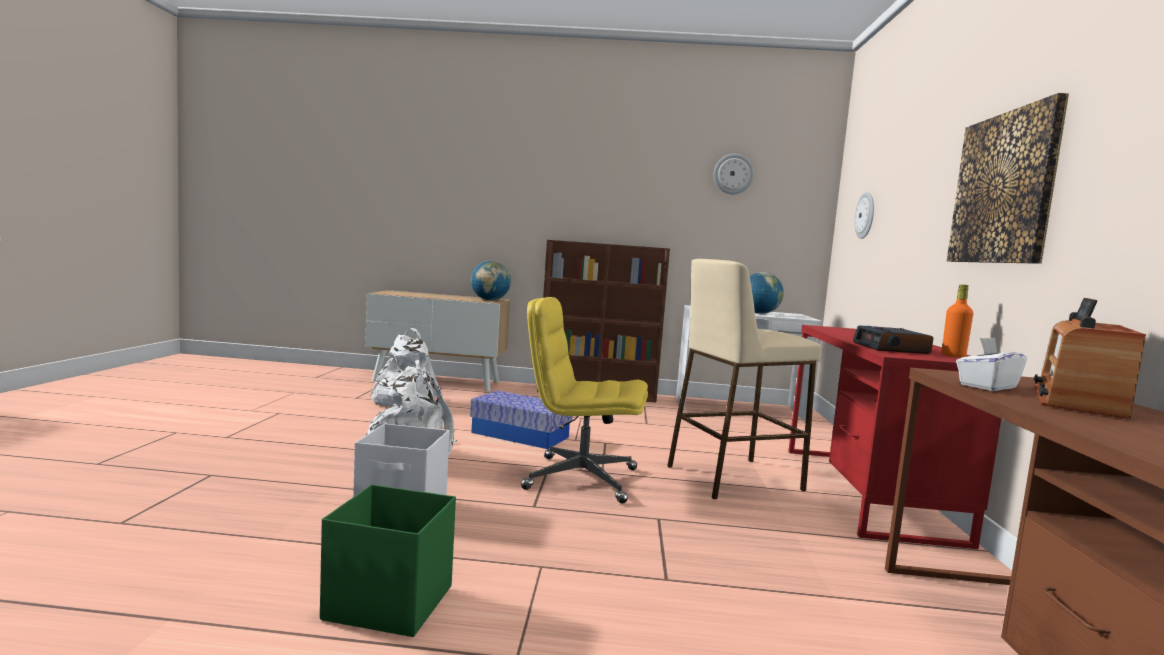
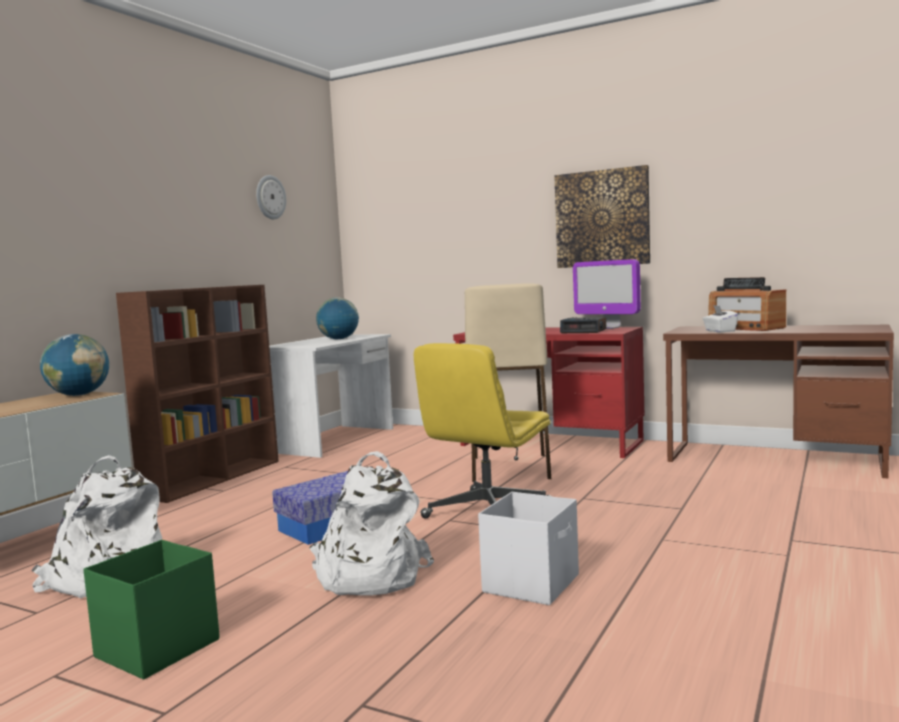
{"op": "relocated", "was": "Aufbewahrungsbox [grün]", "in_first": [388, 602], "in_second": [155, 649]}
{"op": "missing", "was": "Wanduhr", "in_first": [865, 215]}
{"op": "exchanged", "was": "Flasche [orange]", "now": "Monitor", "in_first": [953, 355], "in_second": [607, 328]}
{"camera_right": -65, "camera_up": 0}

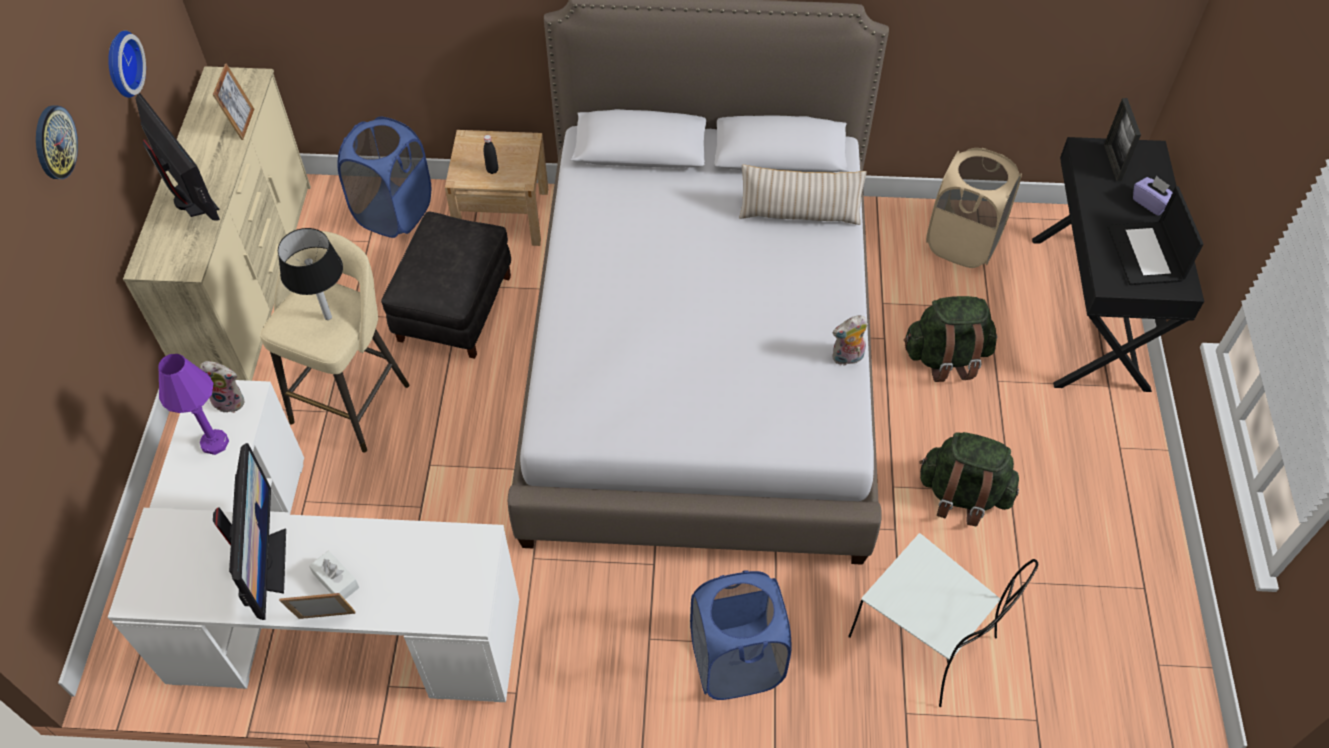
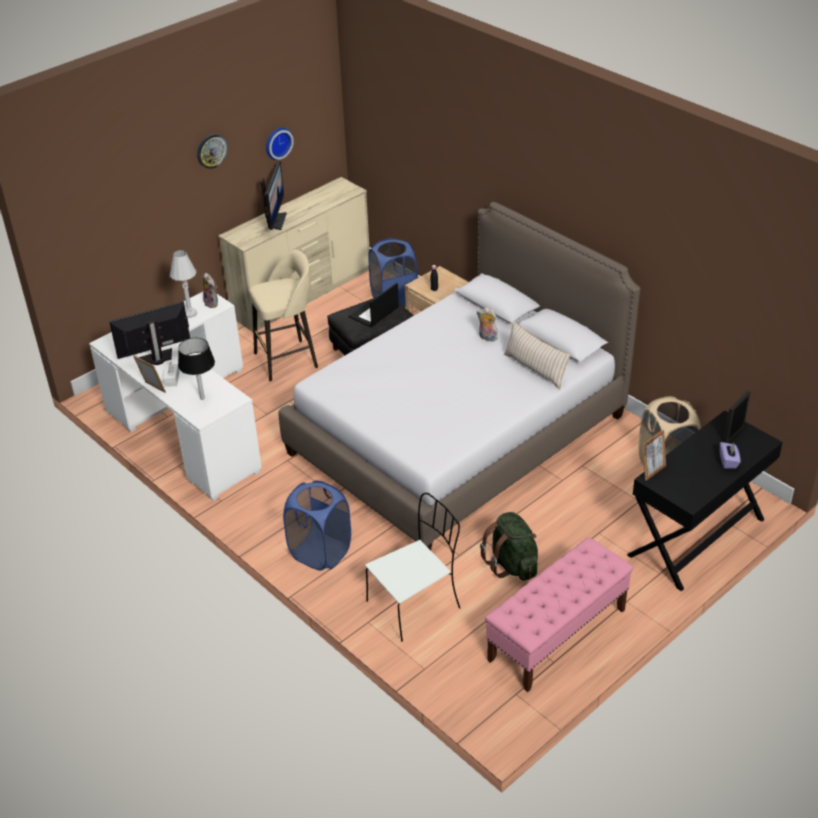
{"op": "colour", "was": "Tischlampe [lila]", "now": "Tischlampe [weiß]", "in_first": [214, 443], "in_second": [190, 313]}
{"op": "relocated", "was": "Bilderrahmen", "in_first": [242, 124], "in_second": [652, 471]}
{"op": "spun", "was": "Monitor", "in_first": [266, 563], "in_second": [156, 359], "clockwise": -150}
{"op": "relocated", "was": "Tischlampe [schwarz]", "in_first": [328, 317], "in_second": [202, 398]}
{"op": "relocated", "was": "Plüschtier", "in_first": [847, 358], "in_second": [487, 338]}
{"op": "spun", "was": "Stuhl [weiß]", "in_first": [926, 639], "in_second": [415, 603], "clockwise": -120}
{"op": "missing", "was": "Rucksack [grün]", "in_first": [946, 357]}
{"op": "relocated", "was": "Laptop", "in_first": [1146, 254], "in_second": [374, 313]}
{"op": "appeared", "now": "Bank [rosa]", "in_second": [557, 635]}
{"camera_right": 45, "camera_up": -15}

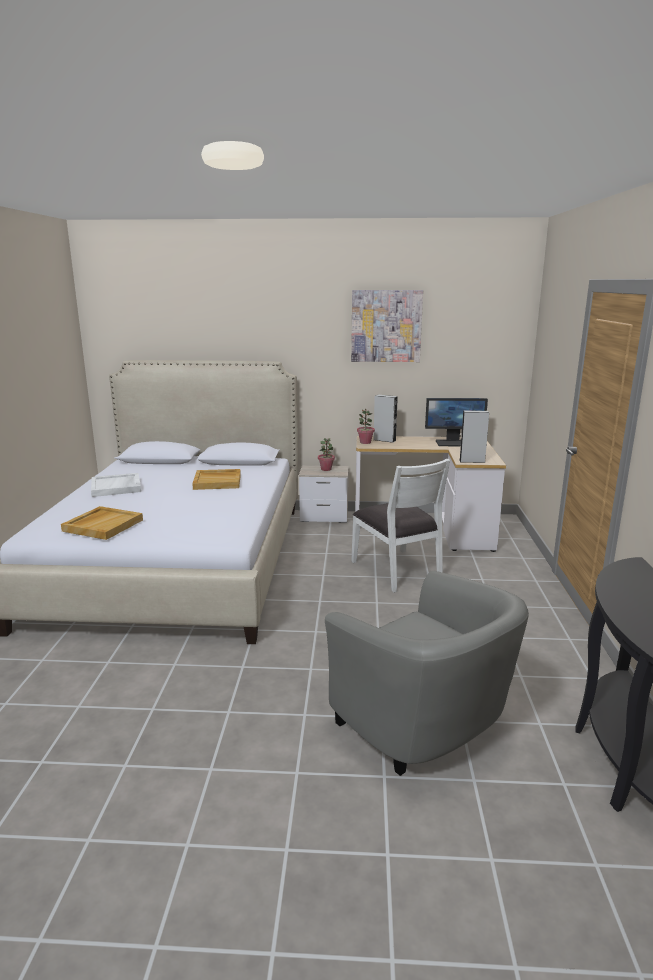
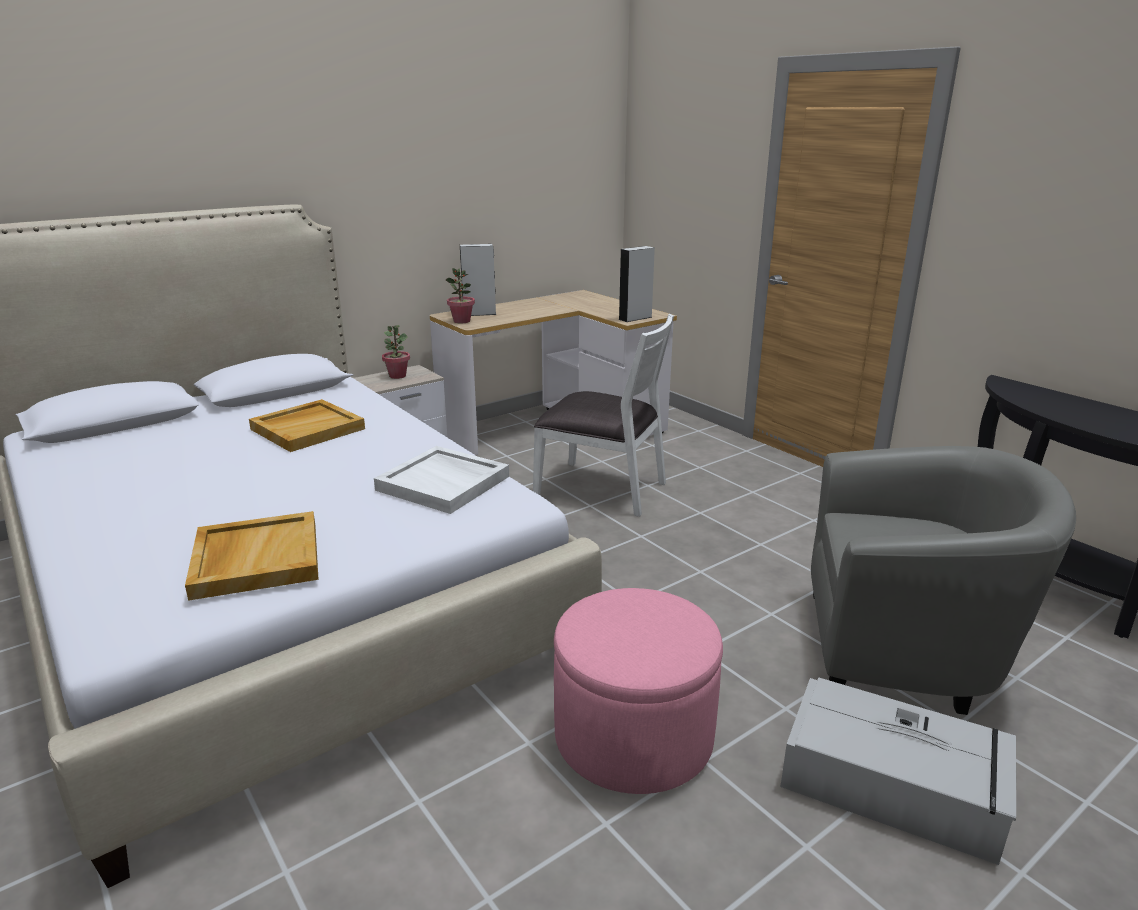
{"op": "relocated", "was": "Tablett [weiß]", "in_first": [116, 487], "in_second": [444, 483]}
{"op": "missing", "was": "Bild", "in_first": [386, 326]}
{"op": "missing", "was": "Monitor", "in_first": [454, 443]}
{"op": "appeared", "now": "Polsterhocker [rosa]", "in_second": [633, 736]}
{"op": "appeared", "now": "Aufbewahrungsbox [grau]", "in_second": [895, 785]}
{"camera_right": -40, "camera_up": 5}

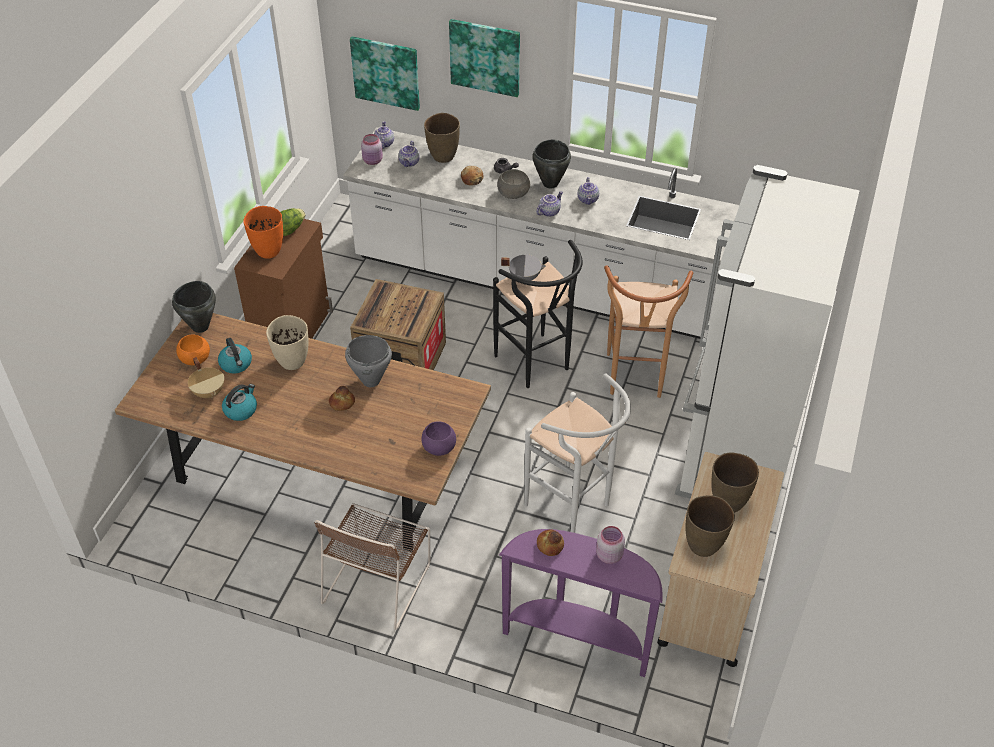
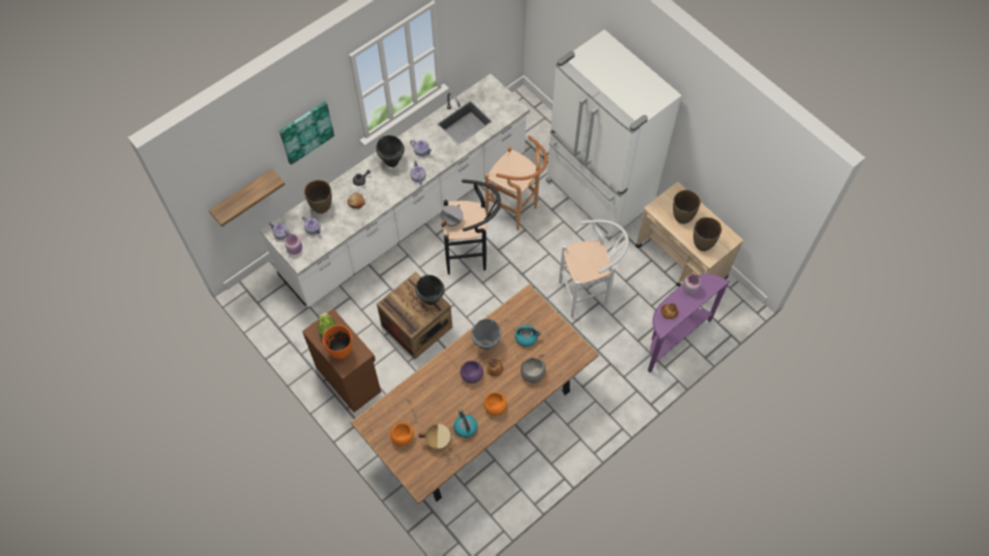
{"op": "relocated", "was": "Kochtopf [schwarz]", "in_first": [200, 327], "in_second": [431, 300]}
{"op": "relocated", "was": "Wasserkessel", "in_first": [236, 364], "in_second": [526, 337]}
{"op": "missing", "was": "Vase [beige]", "in_first": [292, 362]}
{"op": "missing", "was": "Stuhl [braun]", "in_first": [378, 580]}
{"op": "exchanged", "was": "Bild", "now": "Wandregal", "in_first": [386, 72], "in_second": [243, 195]}
{"op": "relocated", "was": "Schüssel [lila]", "in_first": [439, 447], "in_second": [471, 375]}
{"op": "relocated", "was": "Schüssel [grau]", "in_first": [514, 193], "in_second": [532, 373]}
{"op": "appeared", "now": "Schüssel [orange]", "in_second": [494, 406]}
{"camera_right": -60, "camera_up": 15}

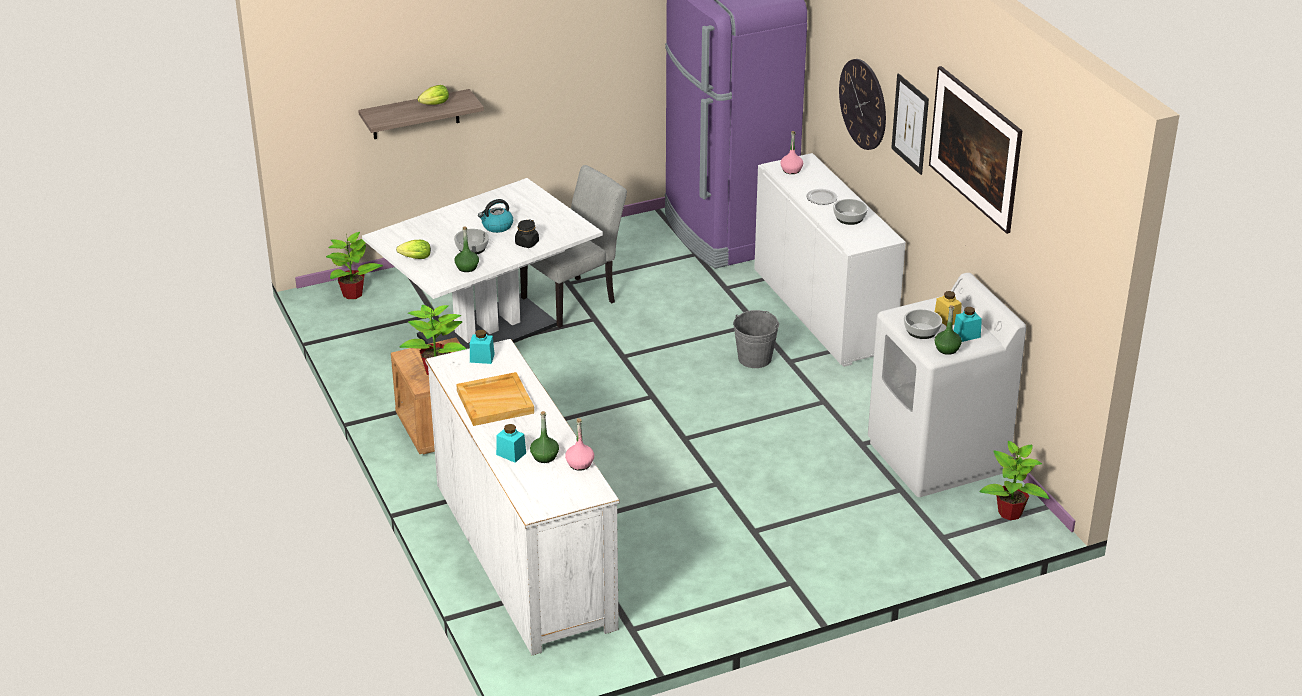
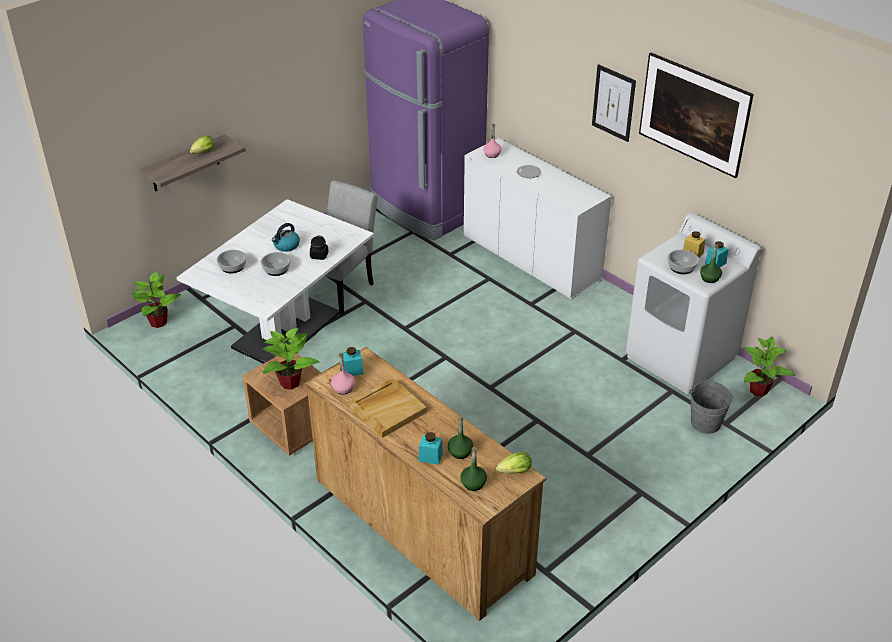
{"op": "relocated", "was": "Salatkopf", "in_first": [414, 258], "in_second": [513, 472]}
{"op": "colour", "was": "Kommode [weiß]", "now": "Kommode [braun]", "in_first": [523, 554], "in_second": [421, 525]}
{"op": "relocated", "was": "Flasche [grün]", "in_first": [467, 267], "in_second": [473, 483]}
{"op": "relocated", "was": "Flasche [rosa]", "in_first": [580, 464], "in_second": [343, 388]}
{"op": "relocated", "was": "Eimer [grau]", "in_first": [755, 358], "in_second": [705, 423]}
{"op": "relocated", "was": "Schüssel", "in_first": [850, 218], "in_second": [233, 266]}
{"op": "missing", "was": "Wanduhr", "in_first": [863, 104]}
{"camera_right": -20, "camera_up": 5}

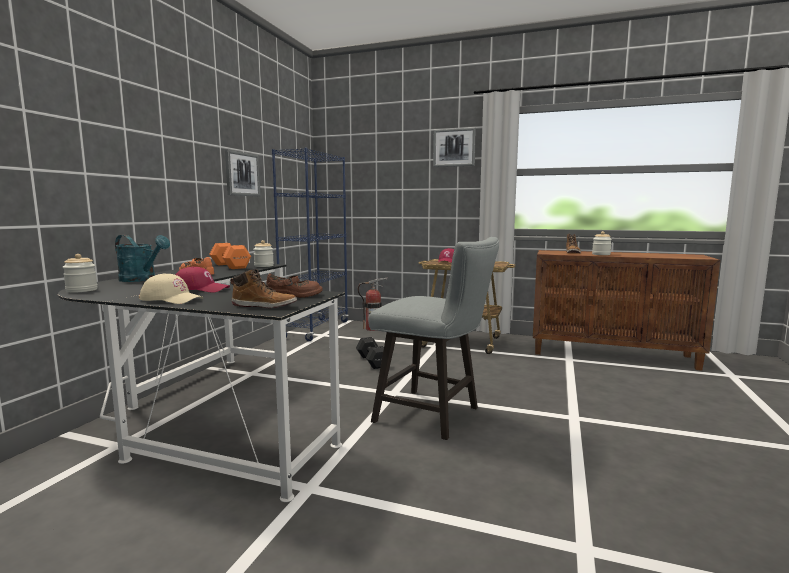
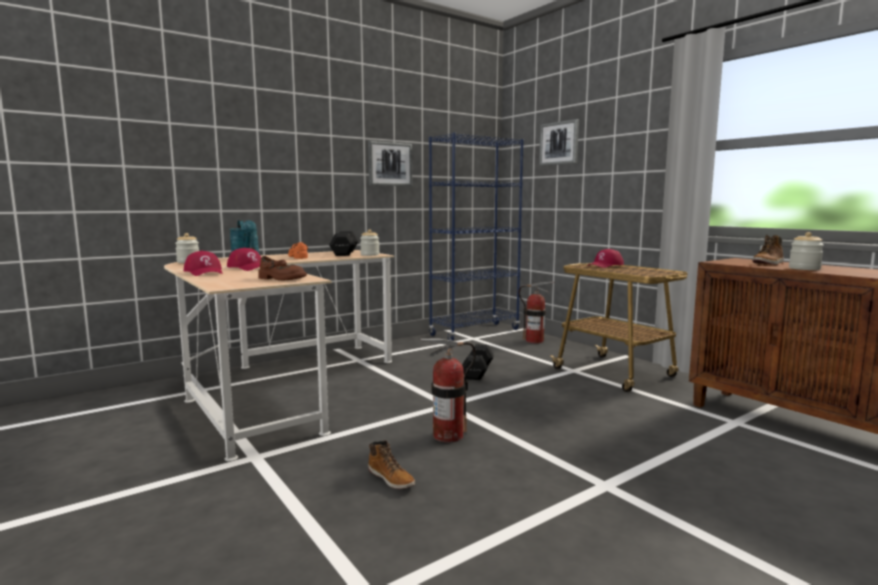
{"op": "colour", "was": "Schreibtisch [schwarz]", "now": "Schreibtisch [beige]", "in_first": [210, 416], "in_second": [279, 386]}
{"op": "colour", "was": "Kappe [beige]", "now": "Kappe [rot]", "in_first": [171, 299], "in_second": [205, 272]}
{"op": "colour", "was": "Hantel [orange]", "now": "Hantel [schwarz]", "in_first": [230, 266], "in_second": [345, 253]}
{"op": "relocated", "was": "Stiefel", "in_first": [264, 306], "in_second": [391, 478]}
{"op": "exchanged", "was": "Hocker [grau]", "now": "Feuerlöscher", "in_first": [434, 416], "in_second": [448, 435]}
{"op": "relocated", "was": "Bild", "in_first": [454, 148], "in_second": [559, 143]}
{"camera_right": 35, "camera_up": 0}

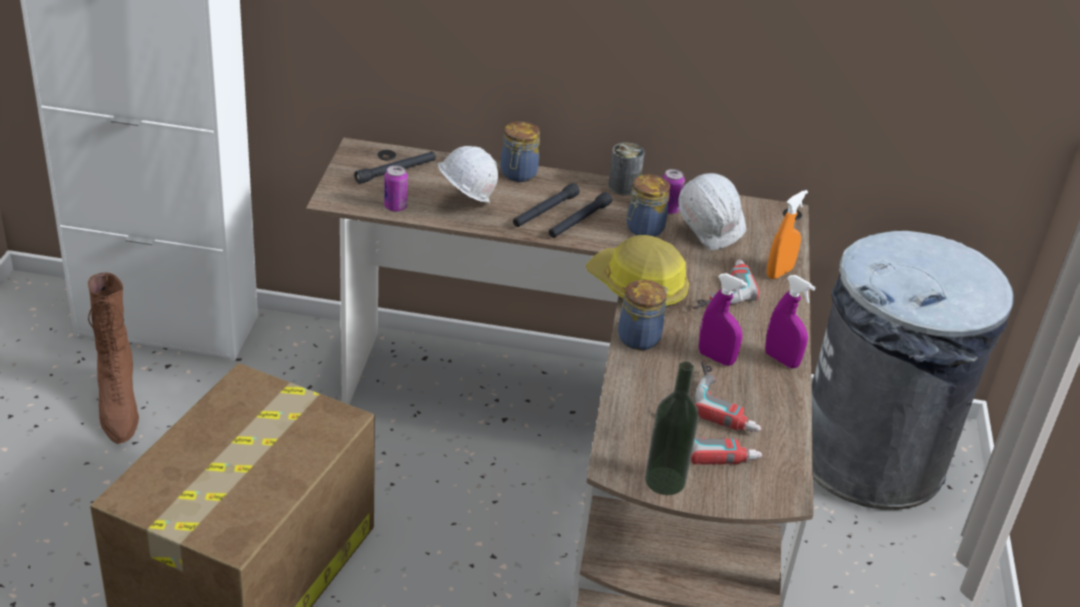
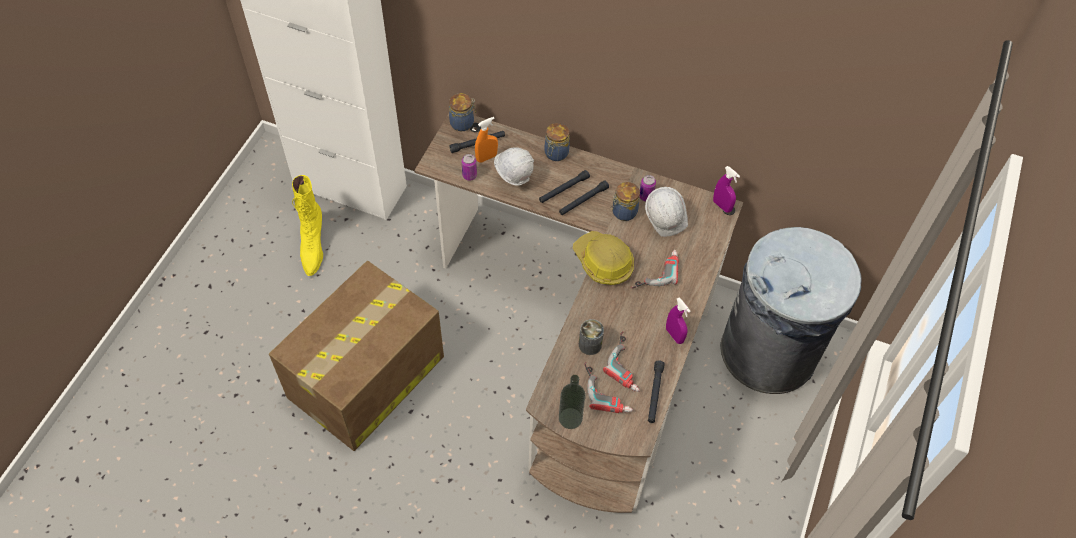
{"op": "colour", "was": "Stiefel [braun]", "now": "Stiefel [gelb]", "in_first": [118, 407], "in_second": [312, 247]}
{"op": "relocated", "was": "Dose", "in_first": [623, 187], "in_second": [590, 344]}
{"op": "relocated", "was": "Vorratsglas", "in_first": [640, 338], "in_second": [463, 123]}
{"op": "relocated", "was": "Sprühflasche [lila]", "in_first": [716, 358], "in_second": [722, 206]}
{"op": "relocated", "was": "Sprühflasche [orange]", "in_first": [779, 272], "in_second": [486, 157]}
{"op": "appeared", "now": "Taschenlampe [schwarz]", "in_second": [654, 394]}
{"camera_right": 15, "camera_up": 20}

